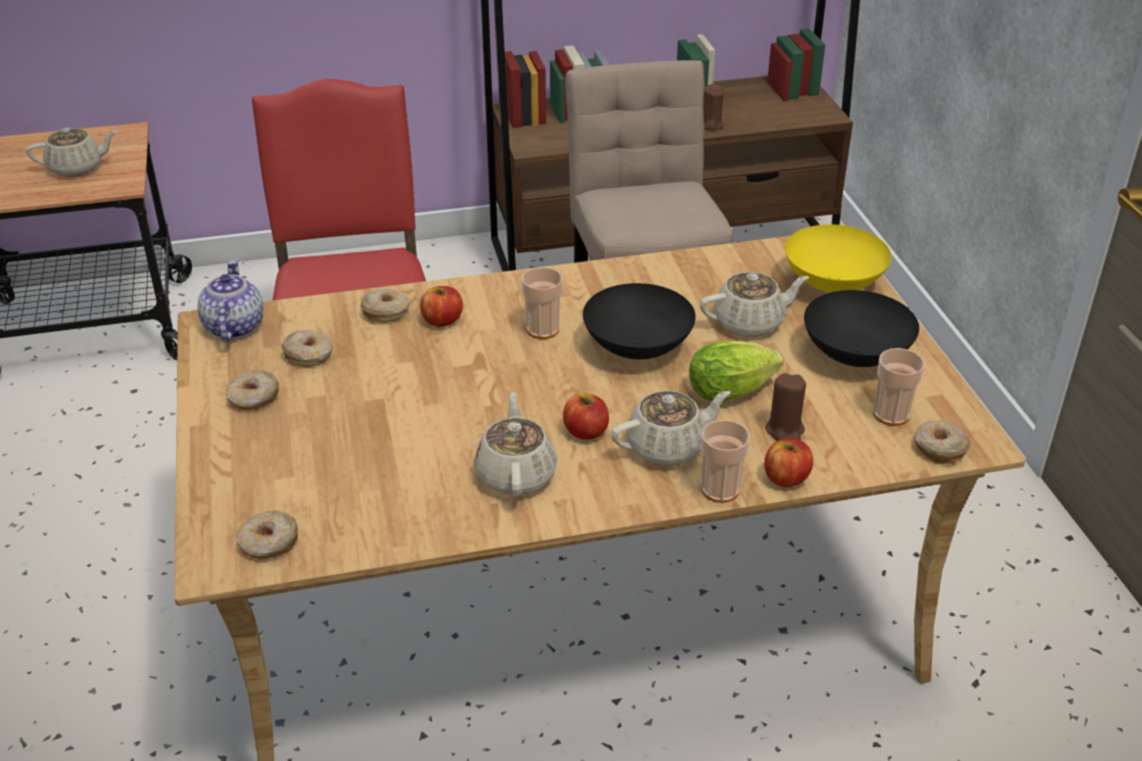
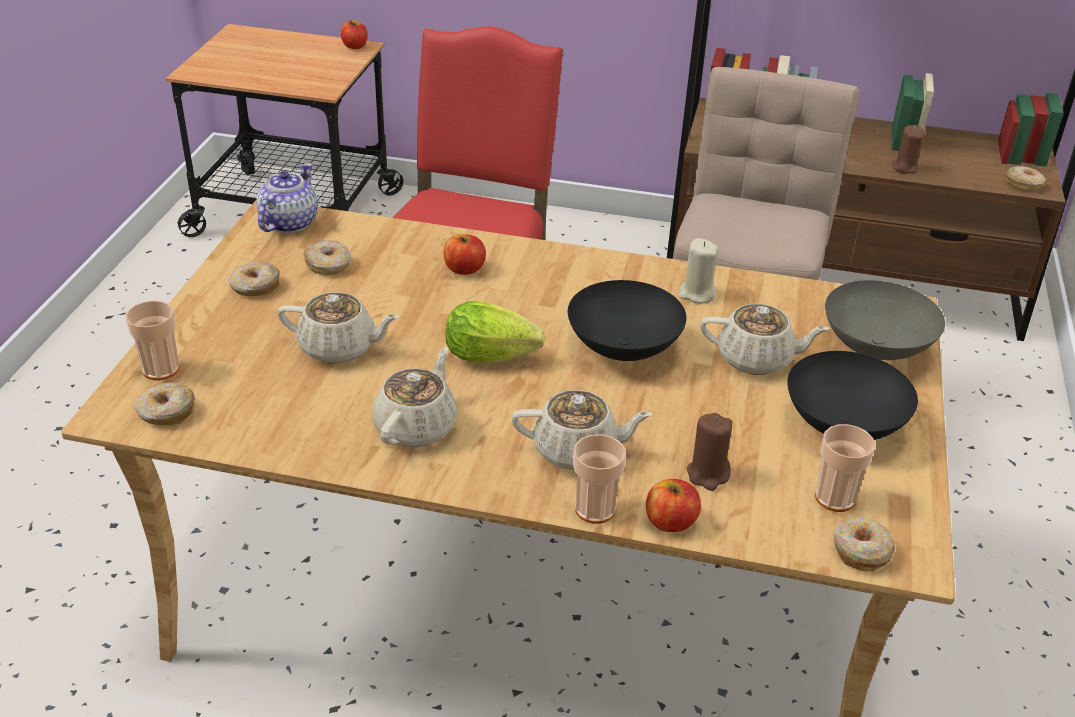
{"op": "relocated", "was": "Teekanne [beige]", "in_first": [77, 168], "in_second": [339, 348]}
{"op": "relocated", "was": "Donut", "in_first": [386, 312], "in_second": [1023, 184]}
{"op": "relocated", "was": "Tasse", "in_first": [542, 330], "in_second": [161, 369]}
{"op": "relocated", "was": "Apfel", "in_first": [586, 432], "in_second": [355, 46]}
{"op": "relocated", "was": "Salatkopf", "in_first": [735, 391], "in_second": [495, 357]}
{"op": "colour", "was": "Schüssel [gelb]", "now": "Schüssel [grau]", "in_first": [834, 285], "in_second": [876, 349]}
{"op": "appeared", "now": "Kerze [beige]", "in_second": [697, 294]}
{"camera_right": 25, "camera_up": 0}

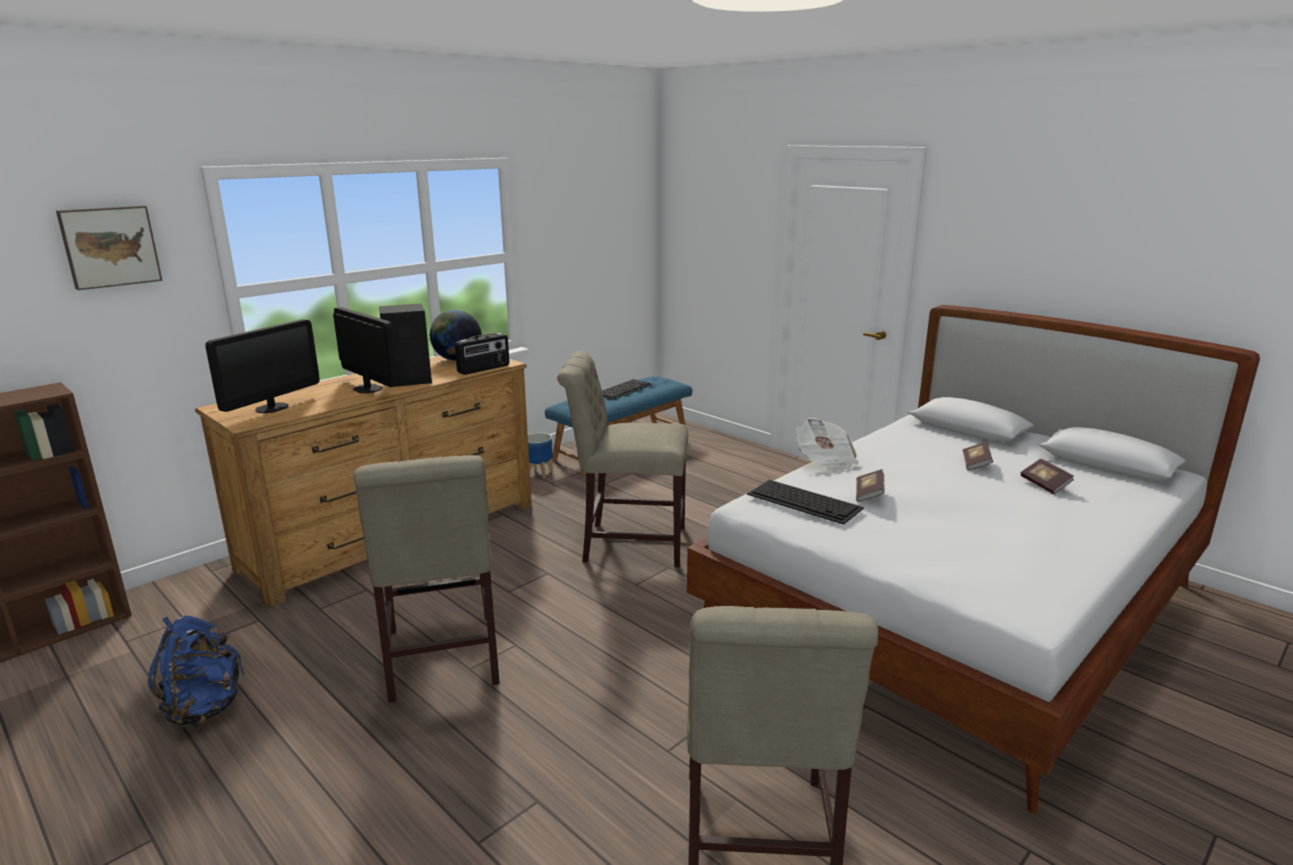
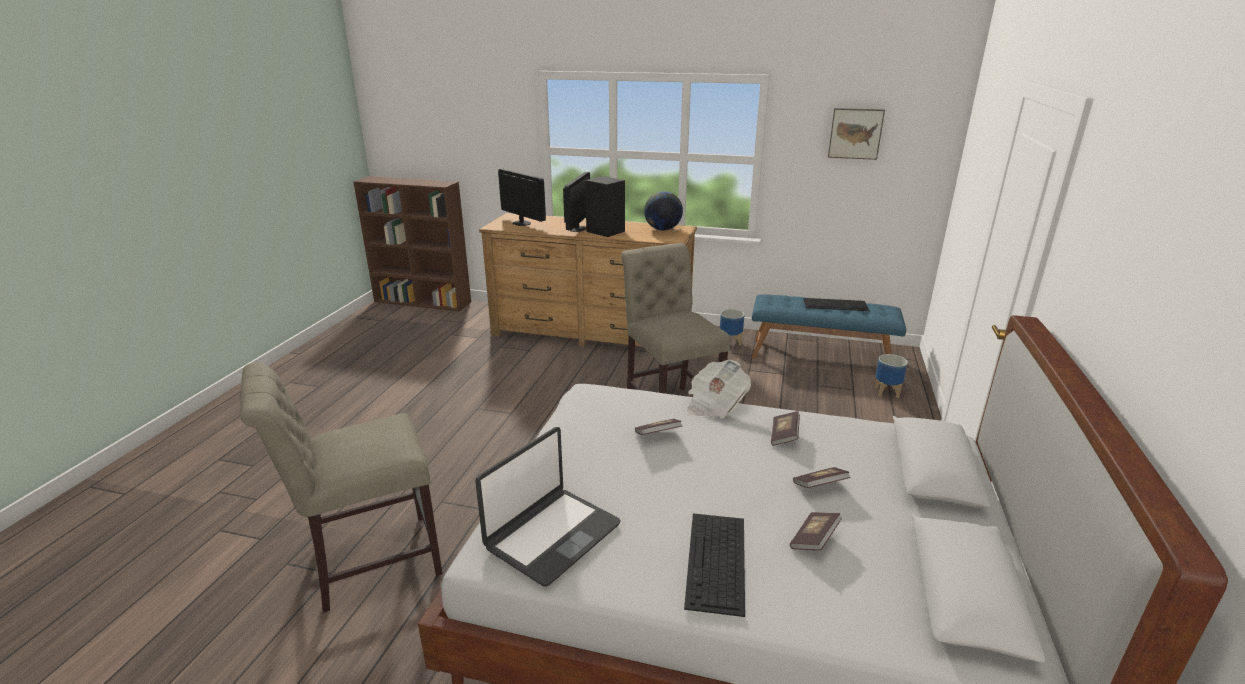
{"op": "relocated", "was": "Bild", "in_first": [110, 246], "in_second": [855, 133]}
{"op": "missing", "was": "Rucksack [blau]", "in_first": [204, 708]}
{"op": "spun", "was": "Monitor", "in_first": [272, 408], "in_second": [521, 223], "clockwise": -135}
{"op": "missing", "was": "Stuhl [beige]", "in_first": [441, 661]}
{"op": "missing", "was": "Radio", "in_first": [484, 369]}
{"op": "relocated", "was": "Tastatur", "in_first": [805, 501], "in_second": [717, 562]}
{"op": "appeared", "now": "Laptop", "in_second": [552, 535]}
{"op": "appeared", "now": "Buch", "in_second": [784, 436]}
{"op": "appeared", "now": "Pflanzkübel", "in_second": [887, 392]}
{"camera_right": 60, "camera_up": 5}

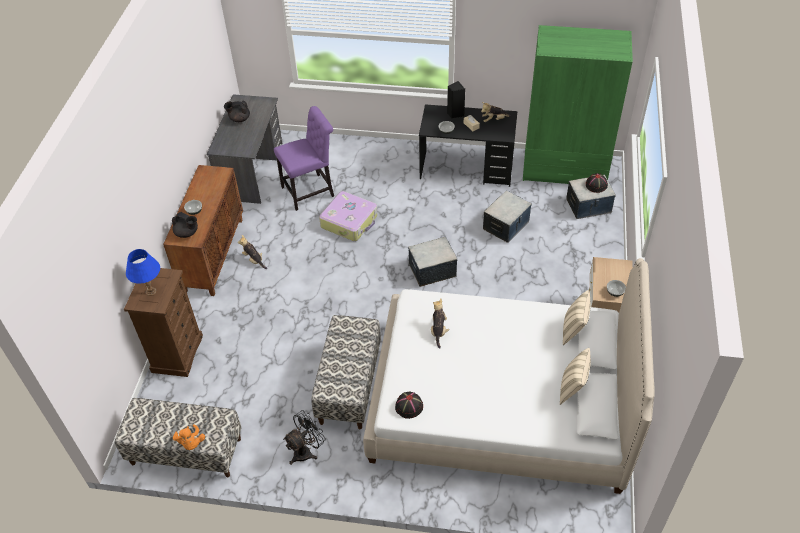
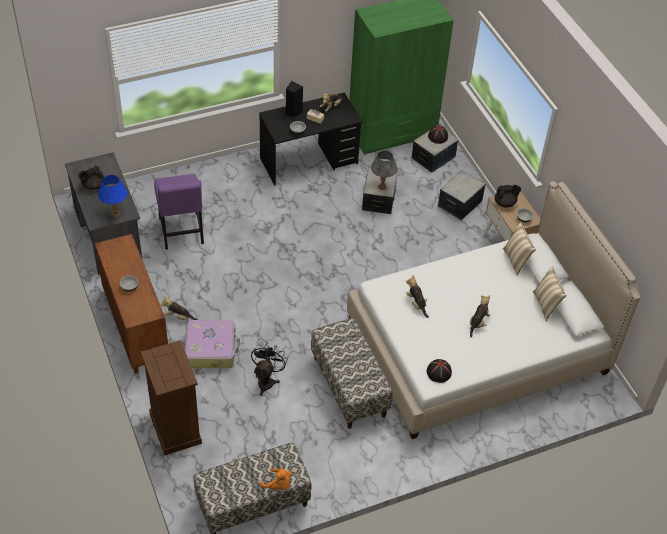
{"op": "relocated", "was": "Tischlampe [blau]", "in_first": [151, 292], "in_second": [115, 213]}
{"op": "relocated", "was": "Teekanne [schwarz]", "in_first": [187, 233], "in_second": [505, 203]}
{"op": "spun", "was": "Stuhl [lila]", "in_first": [310, 191], "in_second": [181, 233], "clockwise": 135}
{"op": "relocated", "was": "Ventilator [schwarz]", "in_first": [306, 451], "in_second": [267, 380]}
{"op": "relocated", "was": "Koffer", "in_first": [350, 221], "in_second": [211, 349]}
{"op": "relocated", "was": "Aufbewahrungsbox", "in_first": [432, 270], "in_second": [459, 204]}
{"op": "appeared", "now": "Tischlampe [grau]", "in_second": [382, 186]}
{"op": "appeared", "now": "Plüschtier", "in_second": [478, 323]}
{"camera_right": -35, "camera_up": 0}

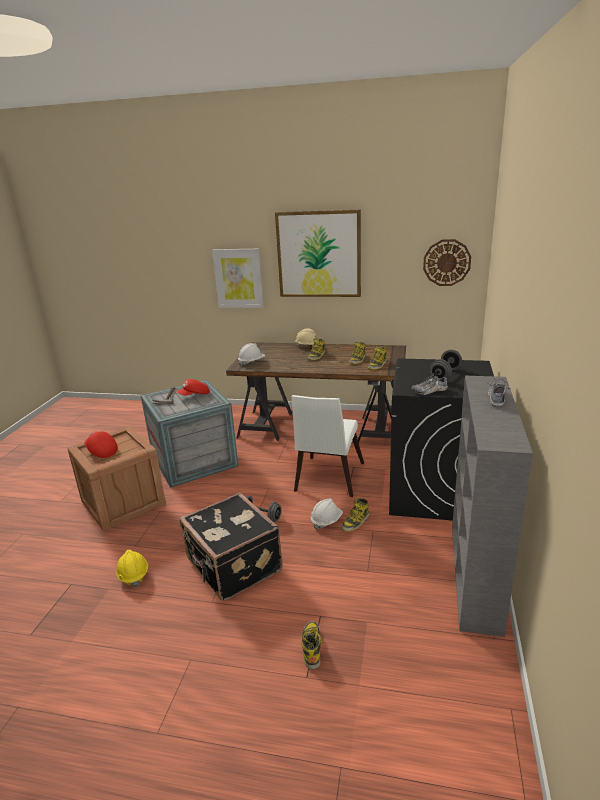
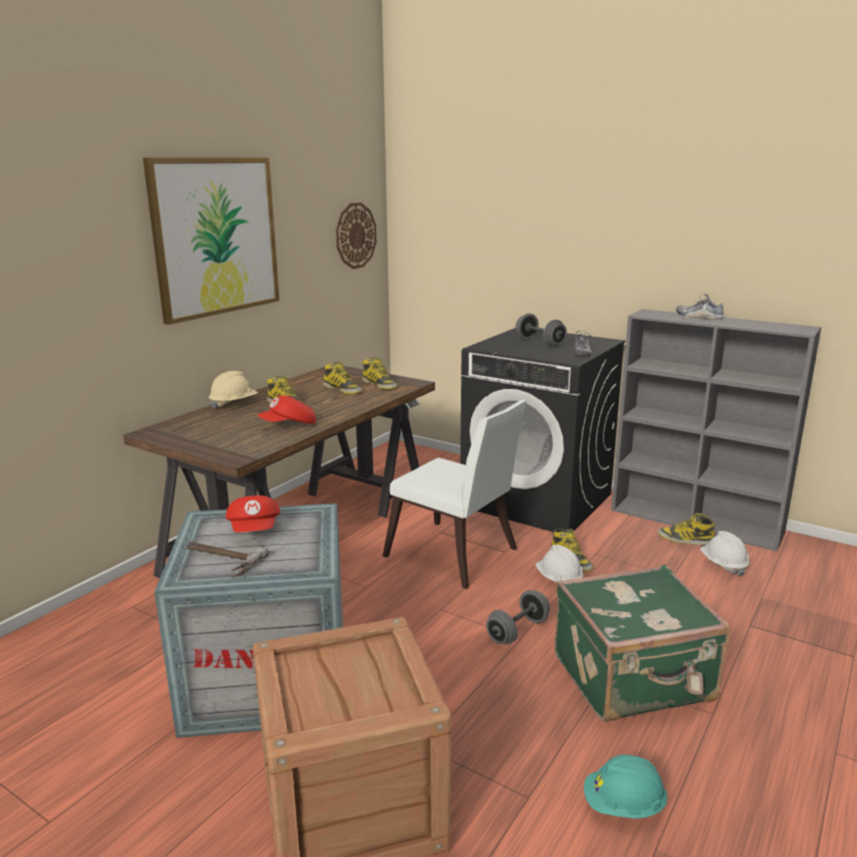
{"op": "relocated", "was": "Kappe [rot]", "in_first": [101, 451], "in_second": [289, 425]}
{"op": "colour", "was": "Schutzhelm [gelb]", "now": "Schutzhelm [türkis]", "in_first": [133, 575], "in_second": [623, 806]}
{"op": "colour", "was": "Koffer [schwarz]", "now": "Koffer [grün]", "in_first": [233, 566], "in_second": [634, 679]}
{"op": "missing", "was": "Bild", "in_first": [238, 278]}
{"op": "relocated", "was": "Schutzhelm [weiß]", "in_first": [251, 362], "in_second": [723, 565]}
{"op": "relocated", "was": "Stiefel", "in_first": [311, 646], "in_second": [685, 539]}
{"camera_right": -70, "camera_up": -5}

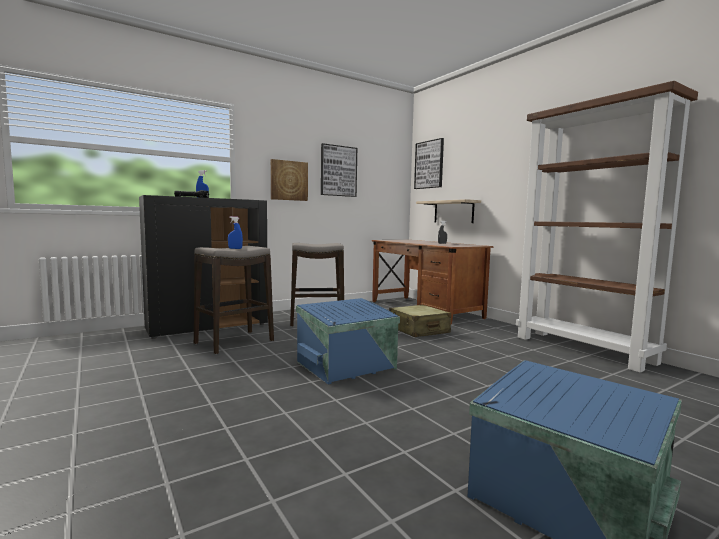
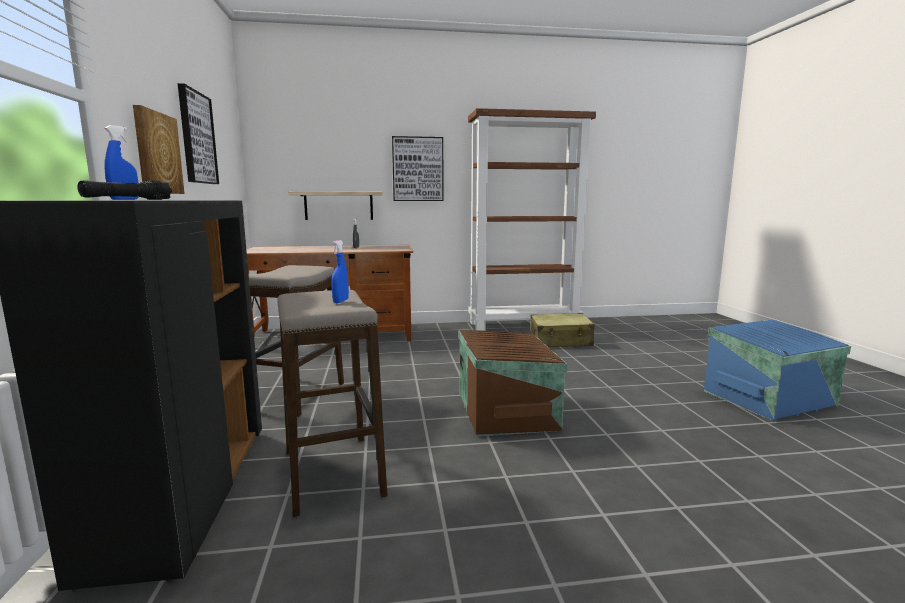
{"op": "colour", "was": "Aufbewahrungsbox [blau]", "now": "Aufbewahrungsbox [braun]", "in_first": [347, 365], "in_second": [507, 410]}
{"op": "relocated", "was": "Koffer [beige]", "in_first": [418, 330], "in_second": [560, 341]}
{"op": "relocated", "was": "Bild", "in_first": [429, 164], "in_second": [418, 169]}
{"camera_right": -65, "camera_up": 5}

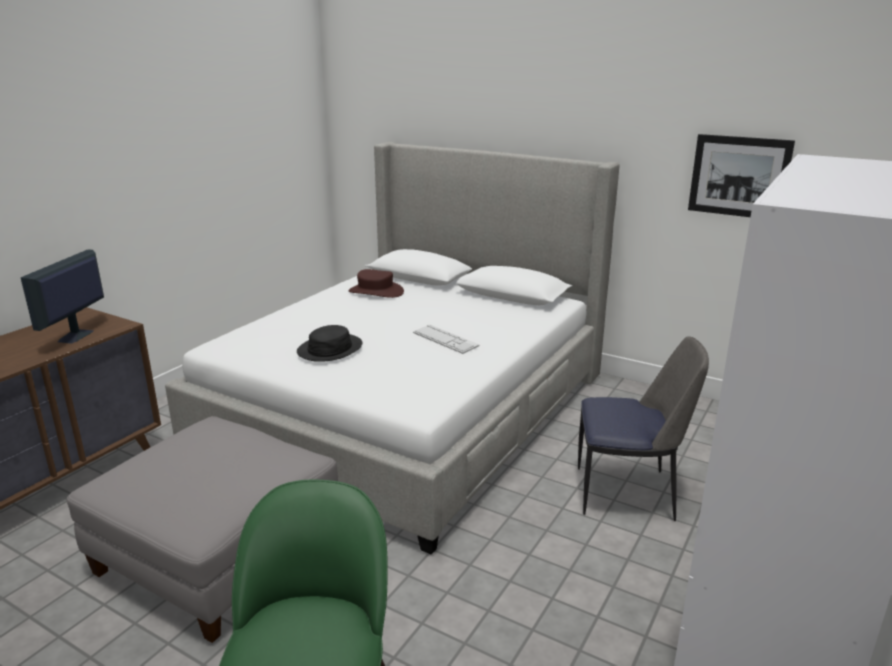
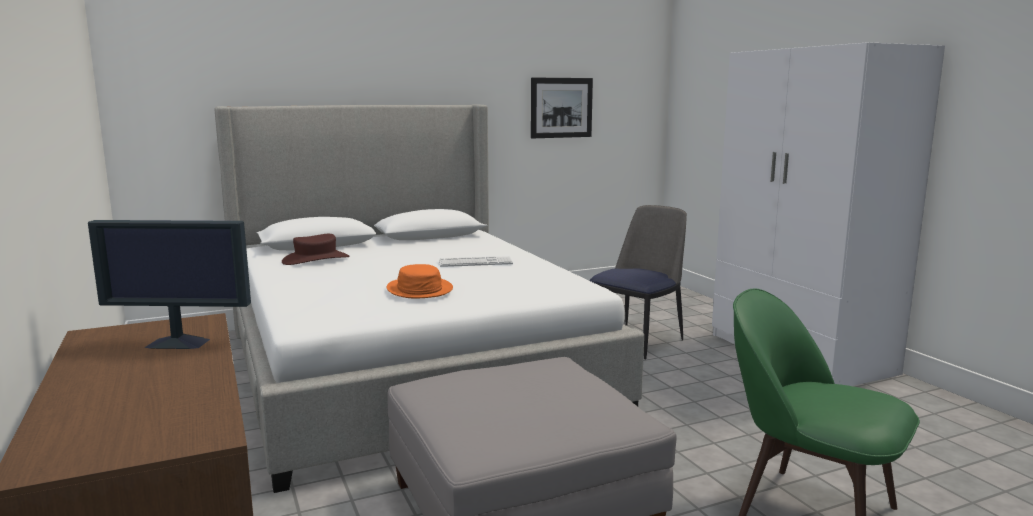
{"op": "spun", "was": "Monitor", "in_first": [75, 336], "in_second": [179, 343], "clockwise": -45}
{"op": "colour", "was": "Hut [schwarz]", "now": "Hut [orange]", "in_first": [330, 349], "in_second": [419, 289]}
{"camera_right": -55, "camera_up": -10}

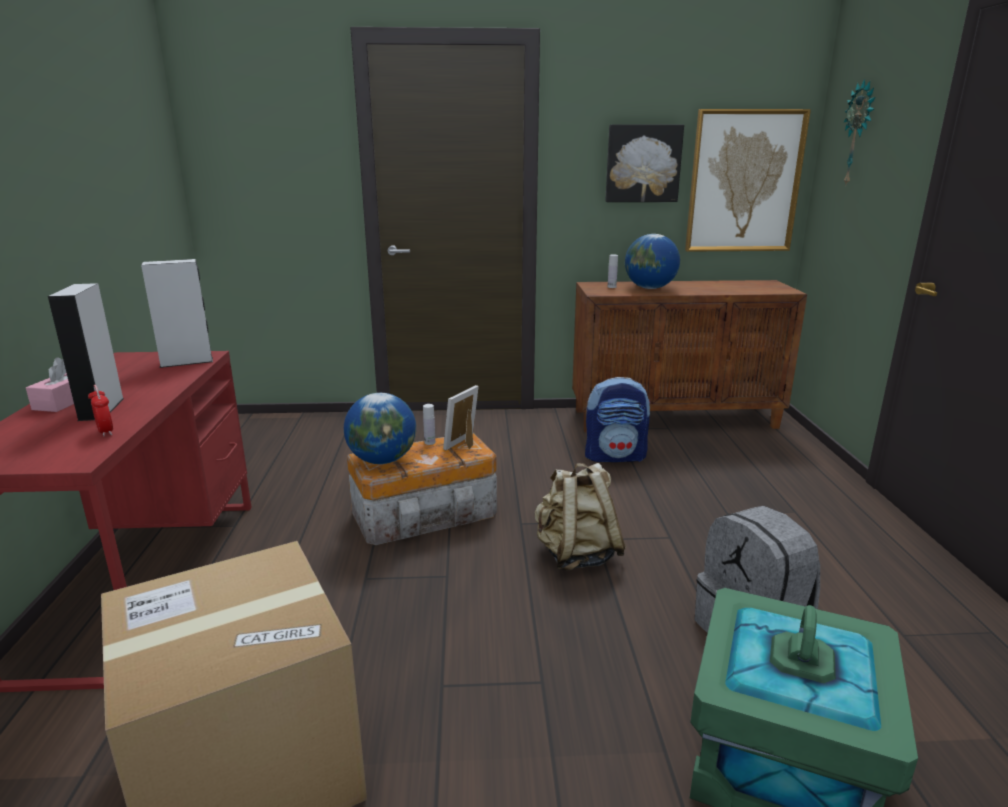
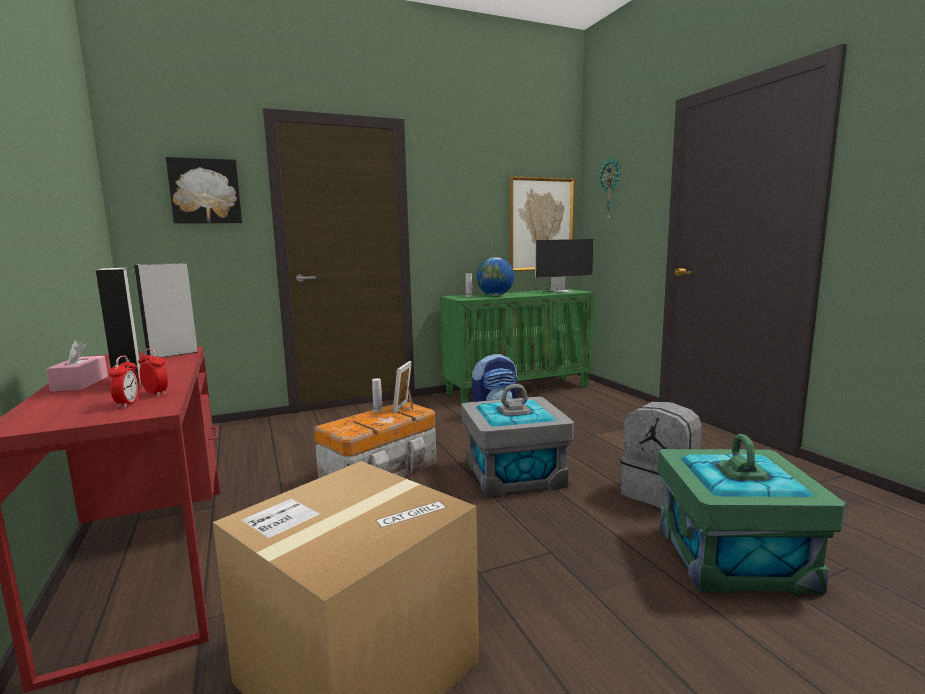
{"op": "missing", "was": "Globus", "in_first": [382, 460]}
{"op": "exchanged", "was": "Rucksack [beige]", "now": "Aufbewahrungsbox [grau]", "in_first": [576, 555], "in_second": [514, 474]}
{"op": "colour", "was": "Schrank [braun]", "now": "Schrank [grün]", "in_first": [675, 418], "in_second": [518, 389]}
{"op": "relocated", "was": "Bild", "in_first": [643, 163], "in_second": [205, 191]}
{"op": "appeared", "now": "Wecker", "in_second": [128, 404]}
{"op": "appeared", "now": "Monitor", "in_second": [554, 292]}
{"camera_right": -20, "camera_up": -10}

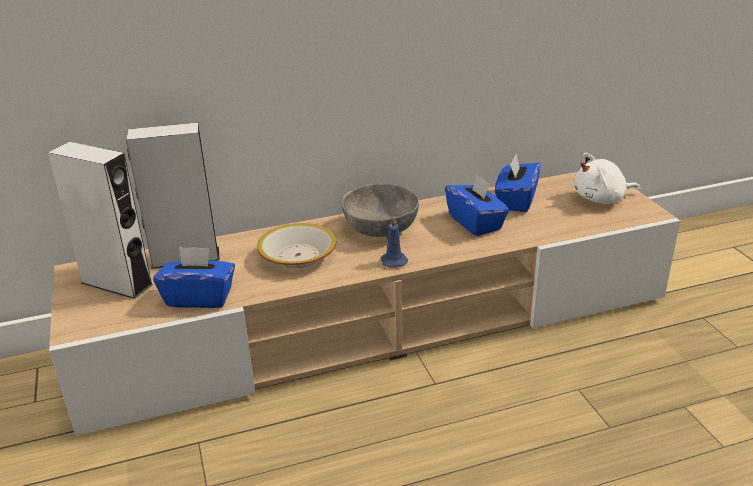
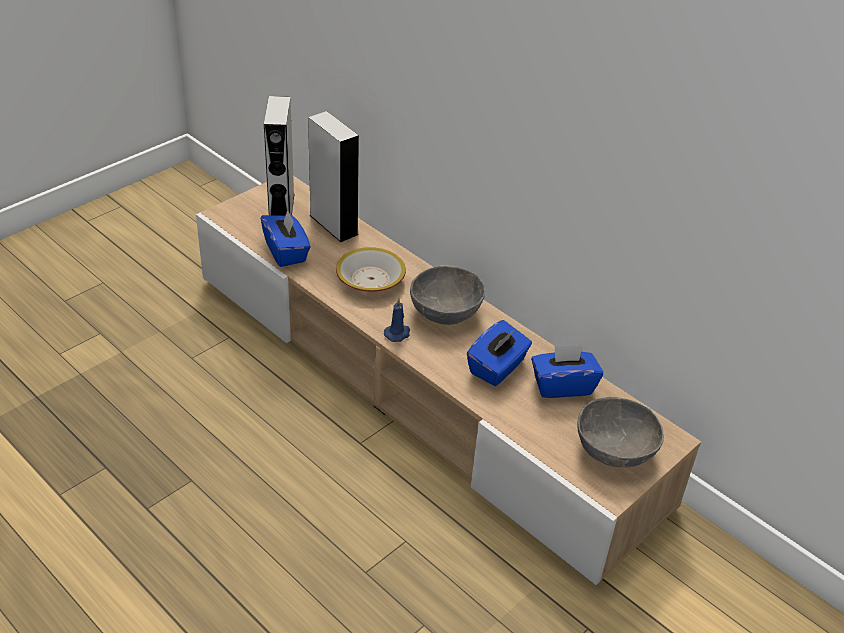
{"op": "exchanged", "was": "Plüschtier [weiß]", "now": "Schüssel [grau]", "in_first": [601, 199], "in_second": [615, 450]}
{"camera_right": 60, "camera_up": 10}

